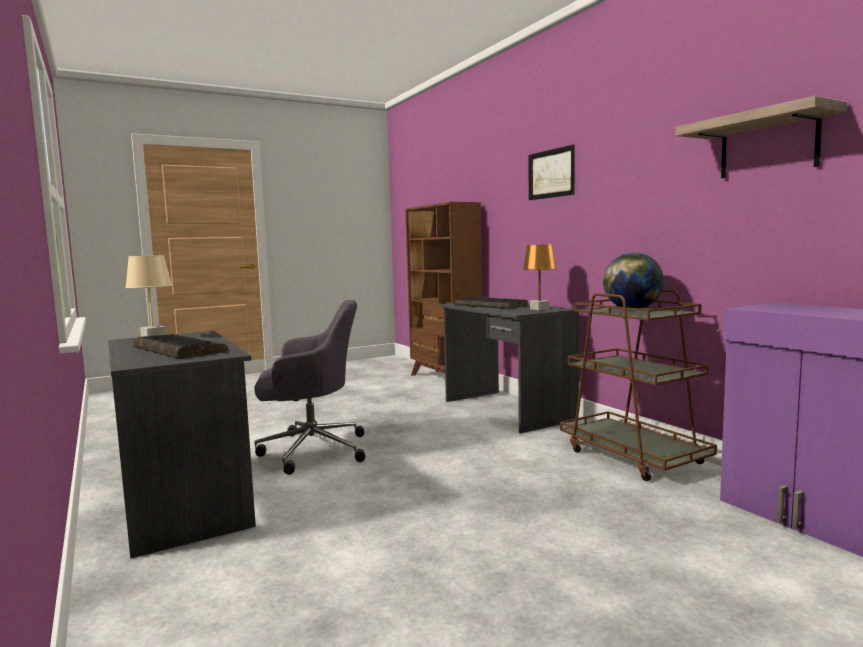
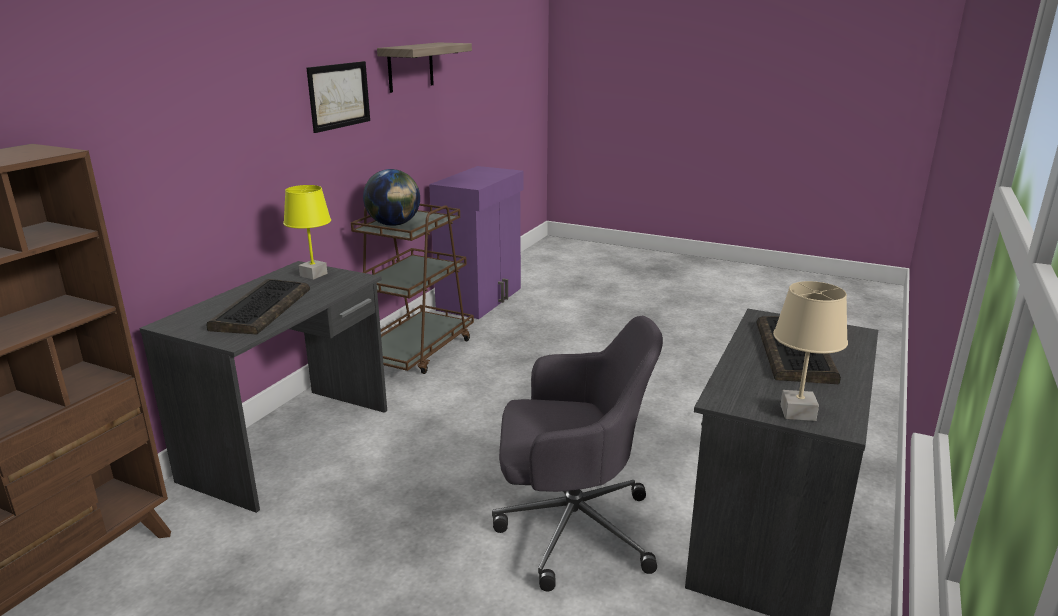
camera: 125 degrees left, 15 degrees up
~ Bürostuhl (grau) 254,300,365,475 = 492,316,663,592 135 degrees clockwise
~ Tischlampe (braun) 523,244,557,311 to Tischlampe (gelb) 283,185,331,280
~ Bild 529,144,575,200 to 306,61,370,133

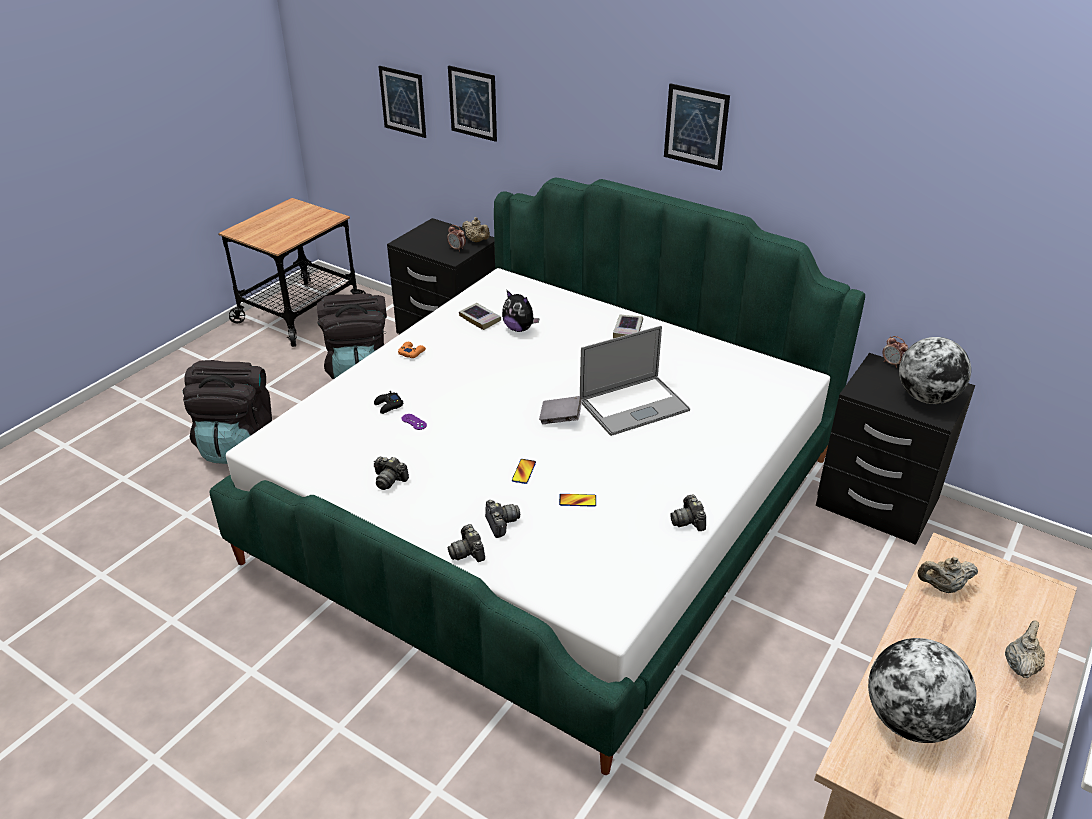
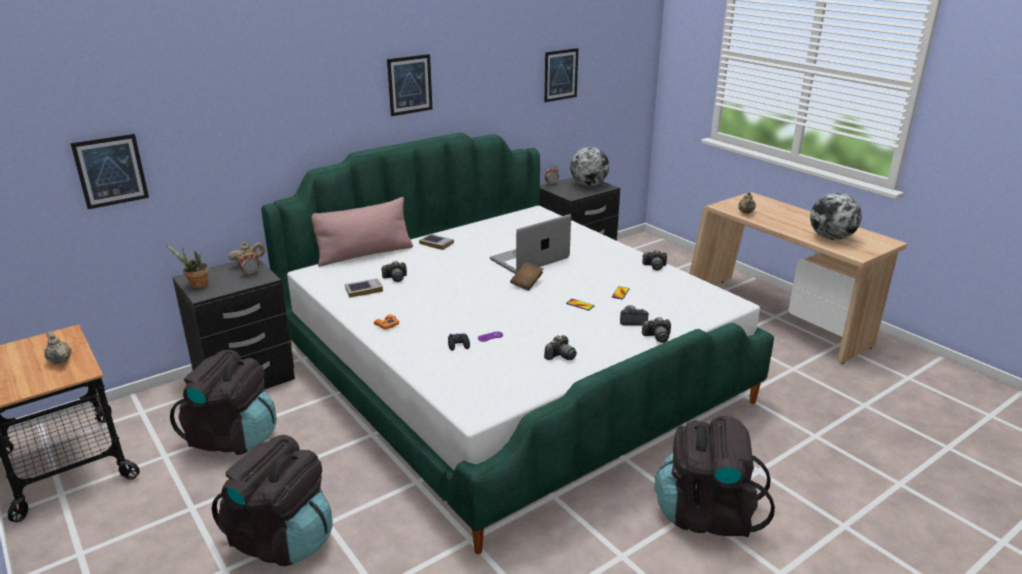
camera: 70 degrees left, 10 degrees down
~ Bild 448,66,497,142 to 544,48,579,102
~ Plüschtier 502,290,540,332 to Kamera 381,261,407,282
~ Buch (grau) 539,396,582,424 to Buch (braun) 510,262,543,291
~ Laptop 580,326,690,436 = 490,214,571,274 120 degrees counterclockwise
~ Teekanne (beige) 1005,620,1045,678 to 44,331,72,364
+ Topfpflanze 165,244,209,289
+ Kissen (rosa) 312,197,413,267
+ Rucksack (schwarz) 654,416,775,537

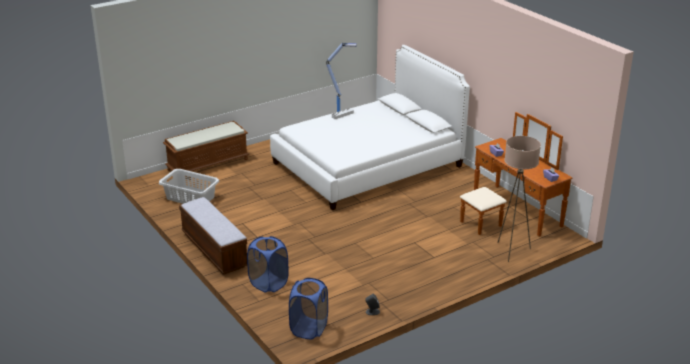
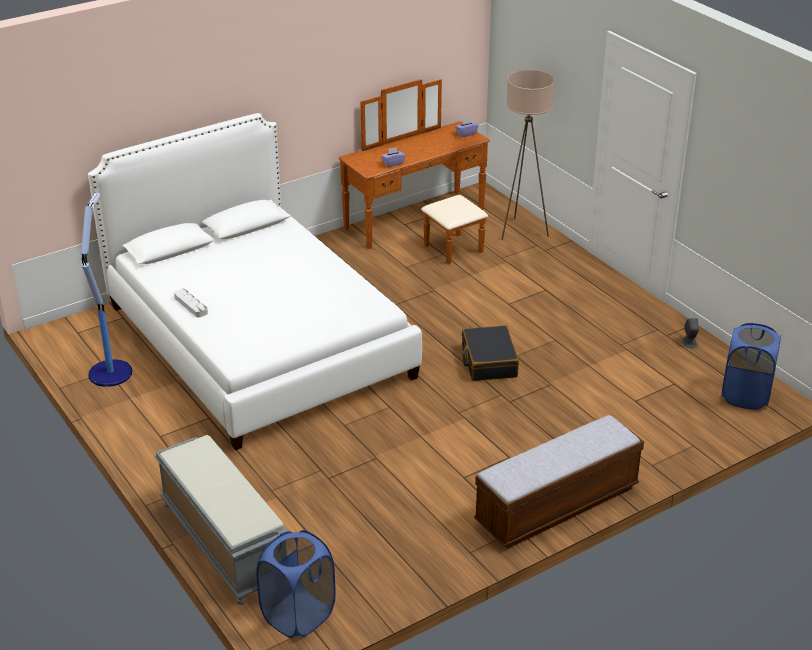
camera: 90 degrees left, 5 degrees up
- Wäschekorb (grau) 159,169,219,204
~ Bank (braun) 163,121,249,171 to Bank (grau) 154,435,288,605
~ Wäschekorb (blau) 247,236,289,293 to 256,530,336,638
+ Koffer (schwarz) 462,325,519,381

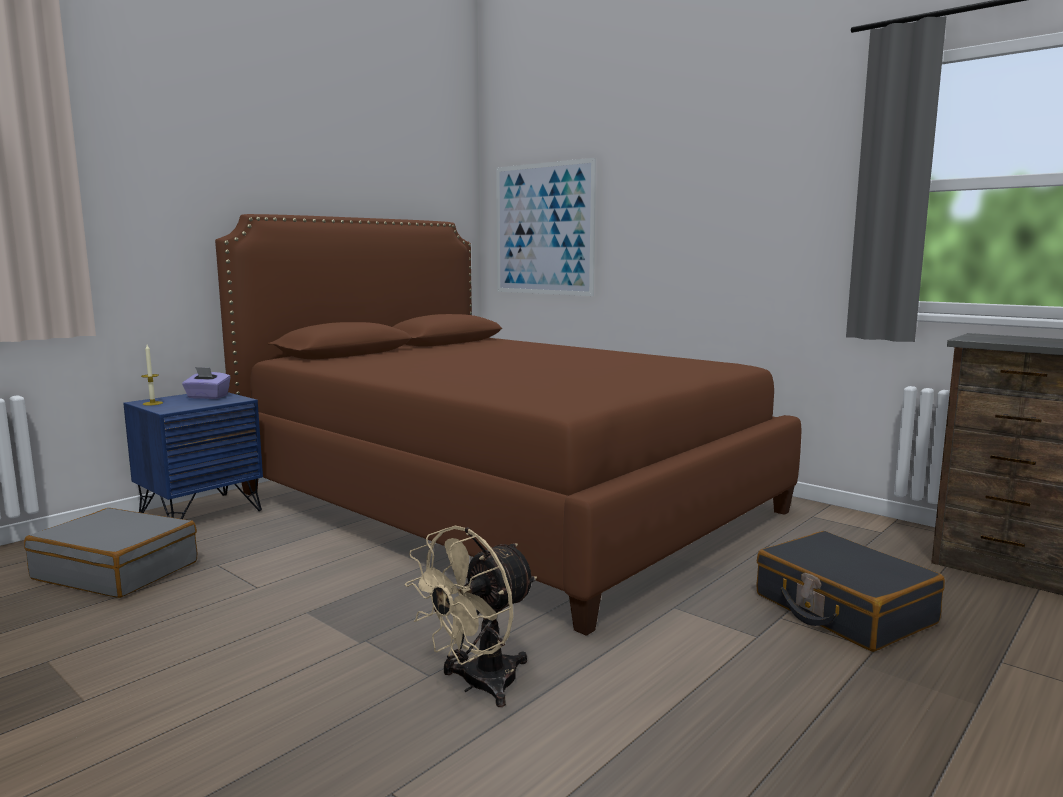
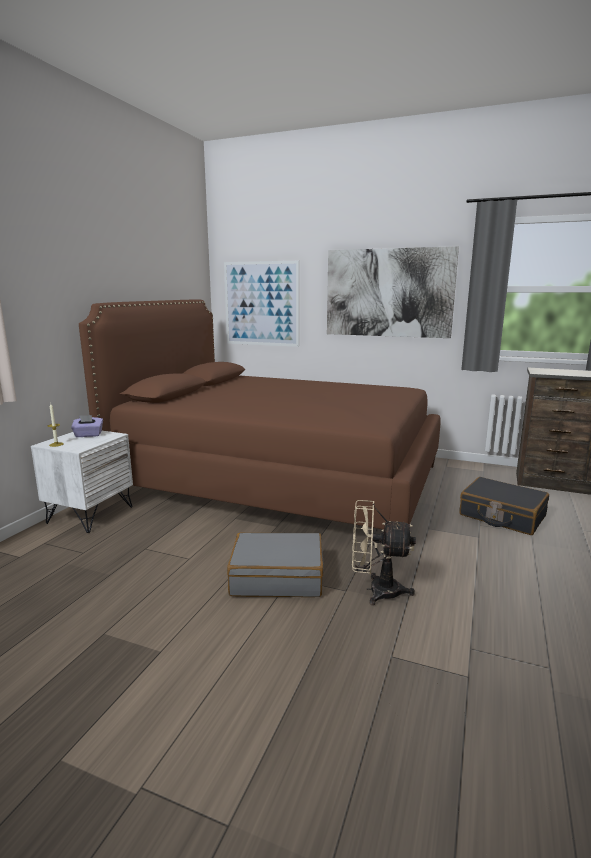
camera: 20 degrees left, 5 degrees up
~ Koffer (grau) 24,508,197,598 to 227,533,323,597
~ Nachttisch (blau) 123,392,263,519 to Nachttisch (weiß) 31,431,133,533
~ Ventilator (beige) 405,525,537,707 = 352,500,416,605 75 degrees clockwise
+ Bild 327,246,459,338

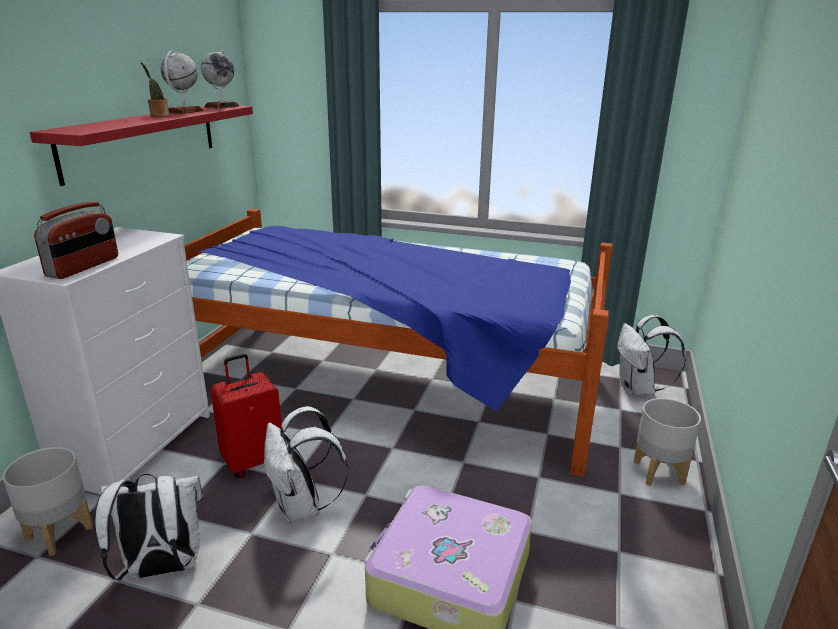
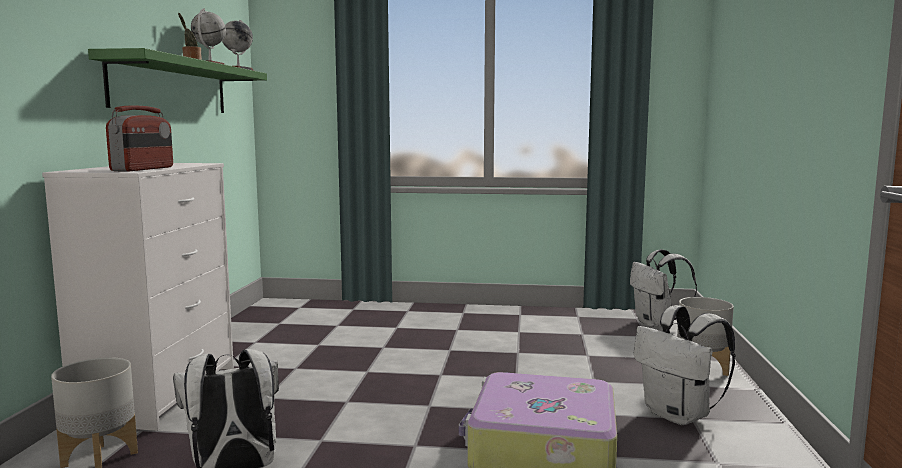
camera: 10 degrees left, 15 degrees down
~ Wandregal (rot) 30,106,253,186 to Wandregal (grün) 88,48,267,113
- Bett 184,209,613,477
- Koffer (rot) 210,354,282,478
~ Rucksack (weiß) 264,406,348,523 to 634,305,736,425

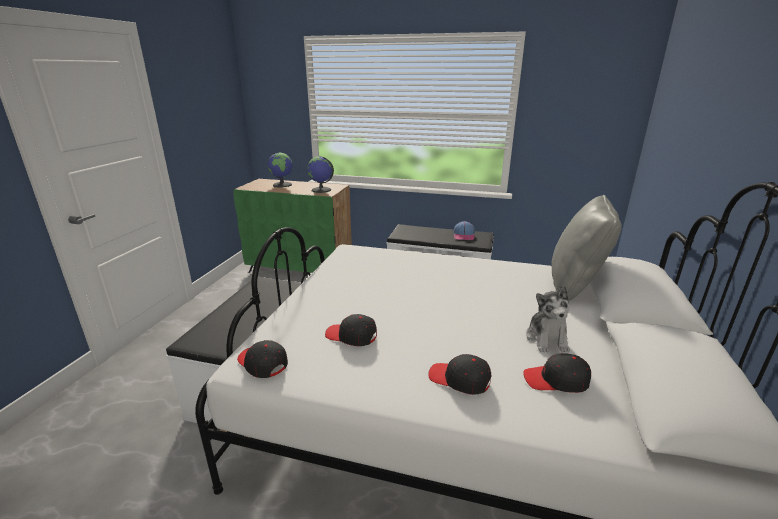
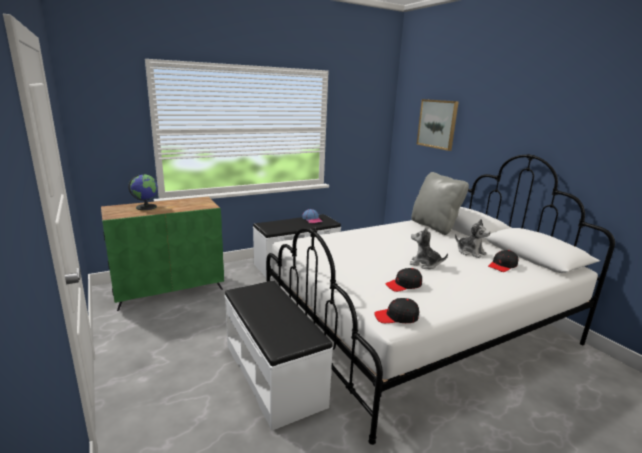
camera: 45 degrees left, 5 degrees down
- Globus 307,156,334,193
- Kappe (schwarz) 428,354,492,395
+ Plüschtier 410,227,448,269
+ Bild 417,99,459,151

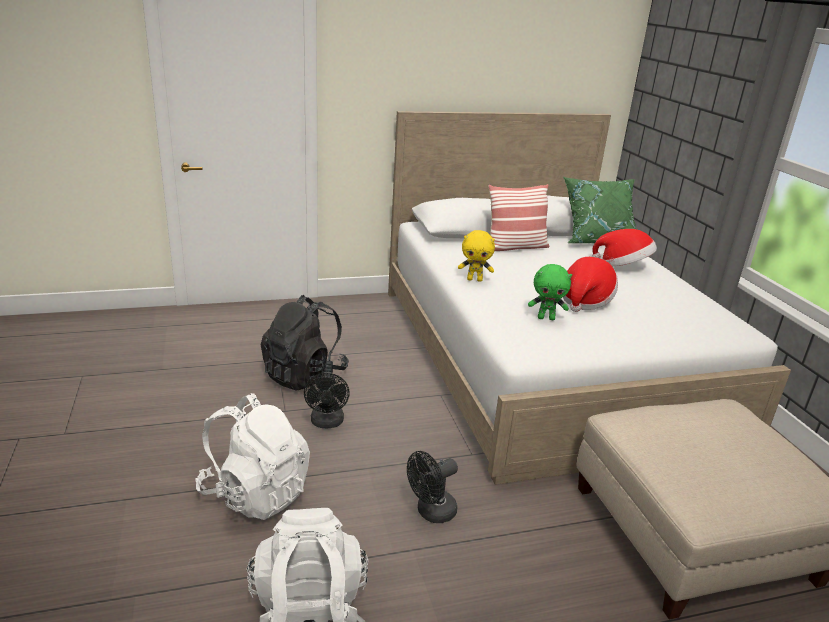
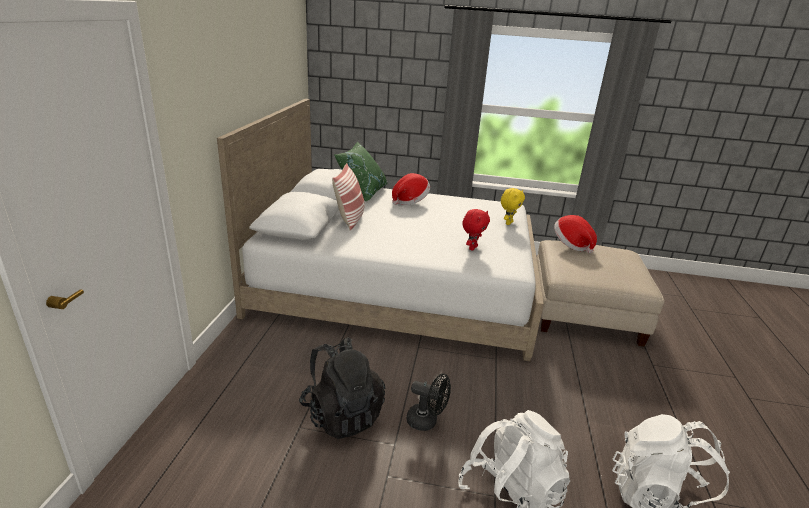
camera: 65 degrees left, 0 degrees up
- Ventilator (schwarz) 407,451,458,523
~ Plüschtier (gelb) 458,230,495,282 to 501,188,525,225
~ Plüschtier (grün) 528,264,572,320 to Plüschtier (rot) 462,209,490,251
~ Hut 563,257,618,312 to 554,215,597,253

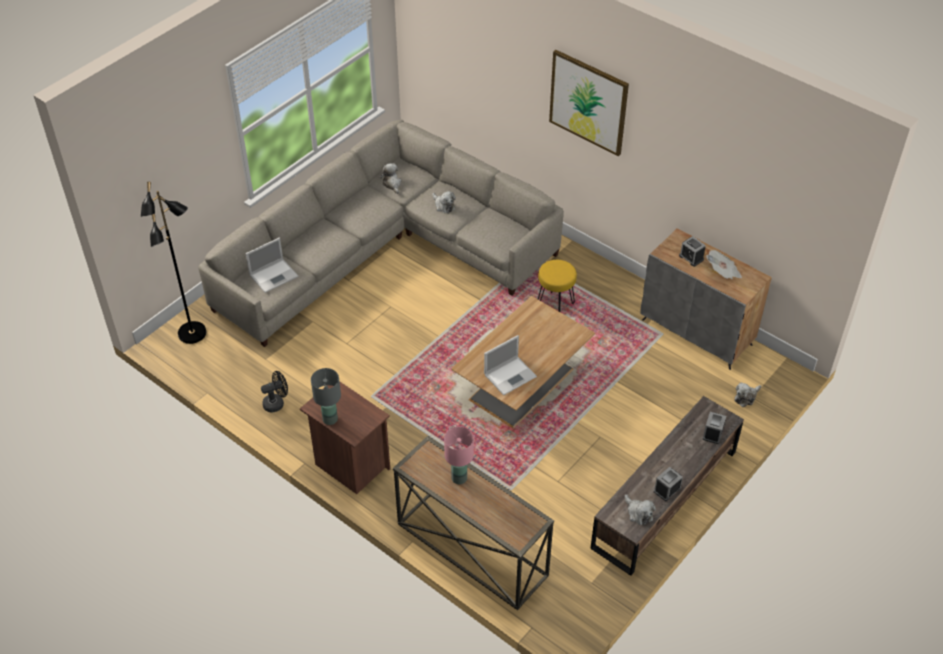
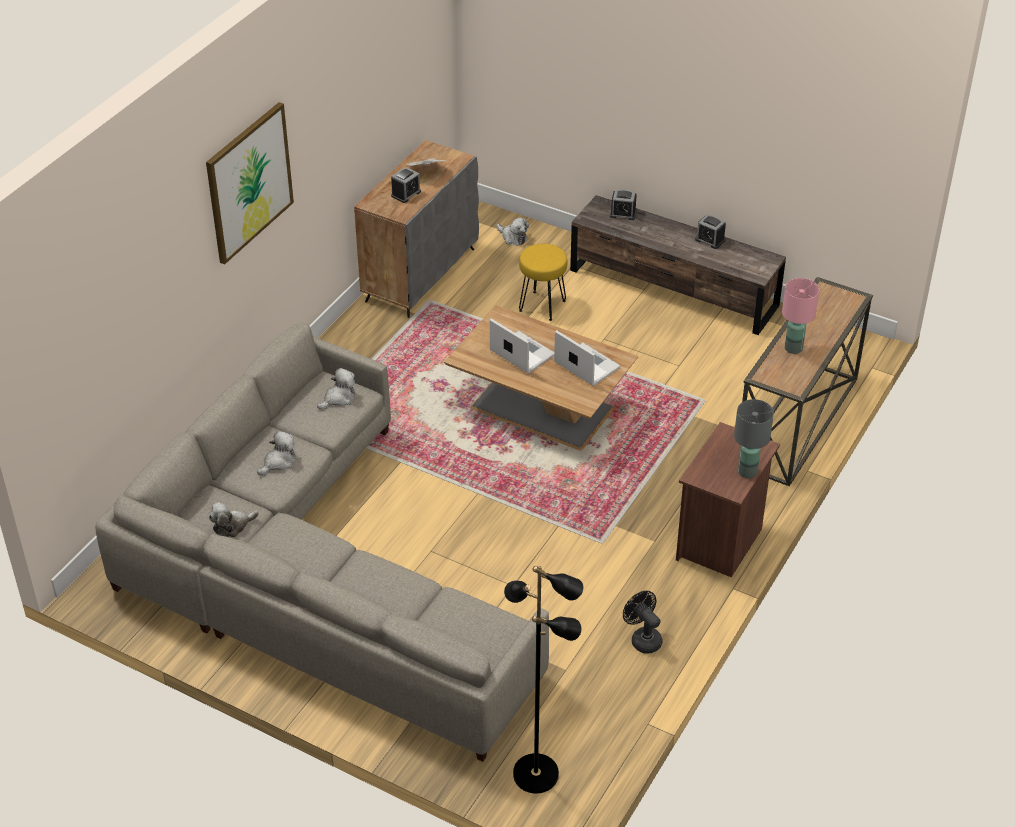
camera: 100 degrees left, 5 degrees down
~ Laptop 246,238,298,293 to 490,319,554,373
~ Hocker (gelb) 538,260,577,312 to 519,244,568,321
~ Plüschtier 625,494,656,525 to 317,368,355,410

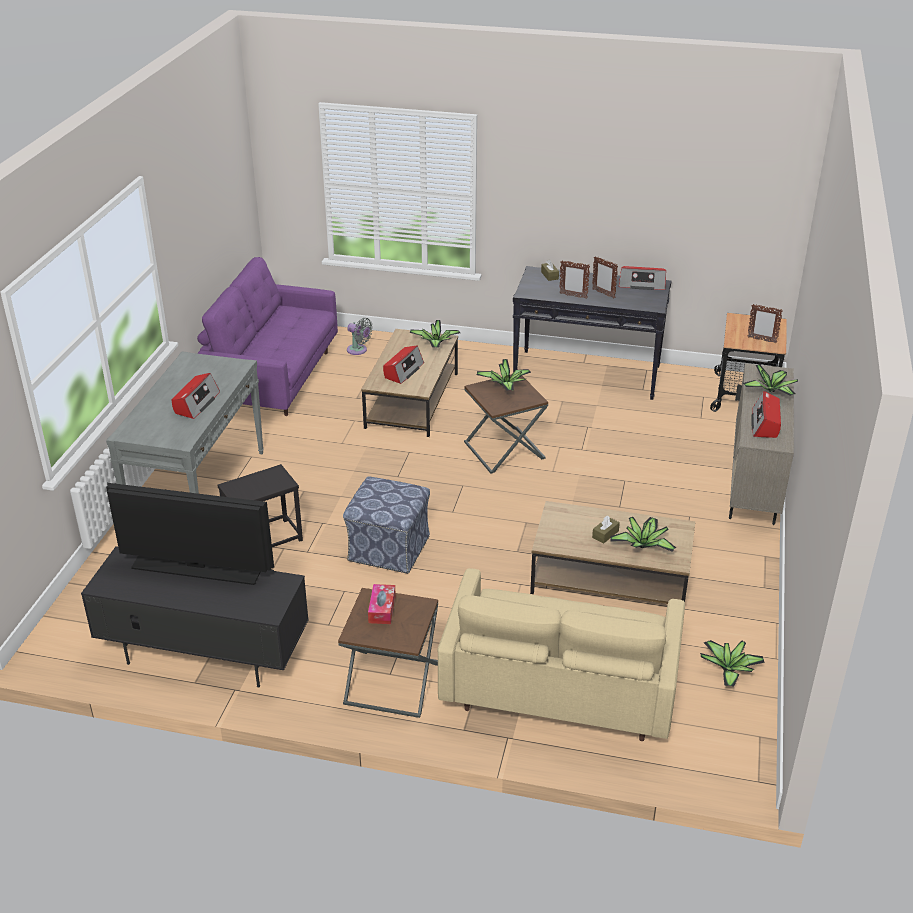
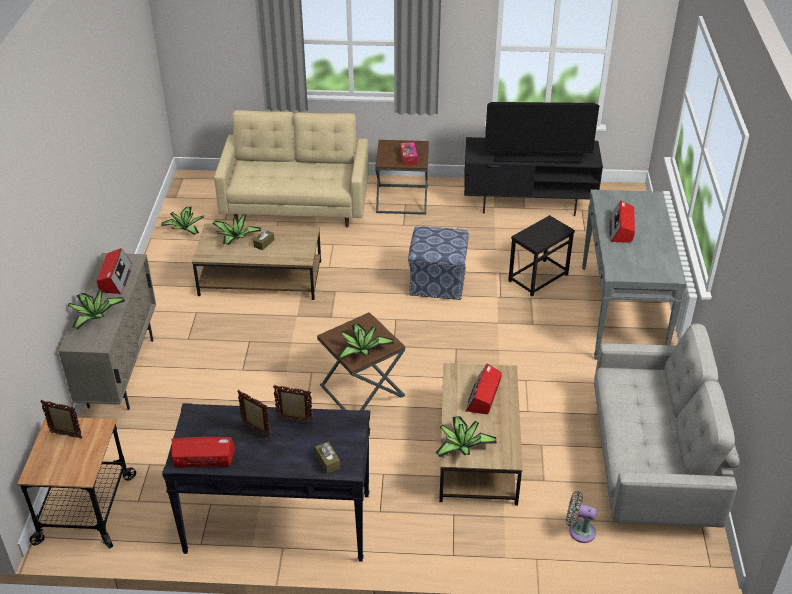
camera: 170 degrees right, 5 degrees up
~ Sofa (lila) 197,257,338,416 to Sofa (grau) 594,323,740,528

